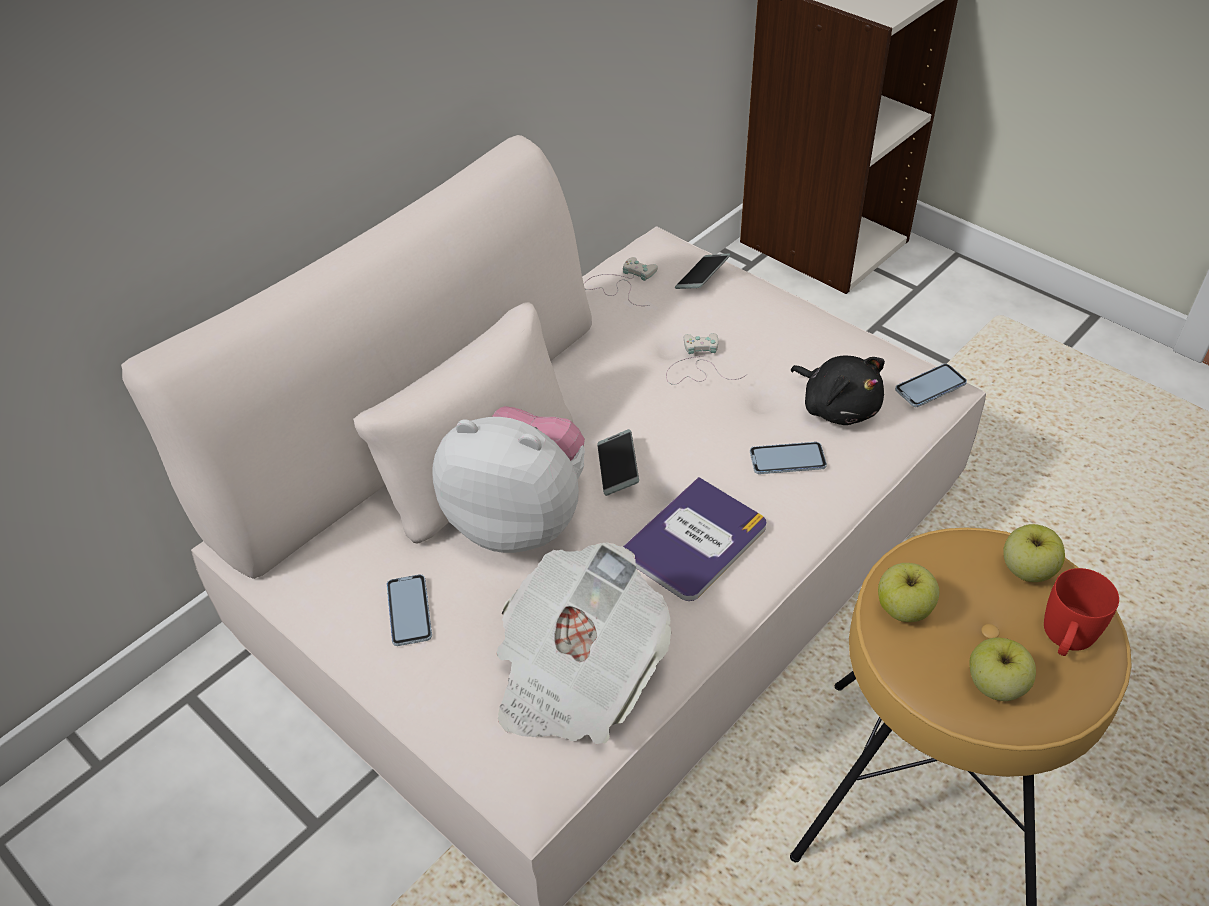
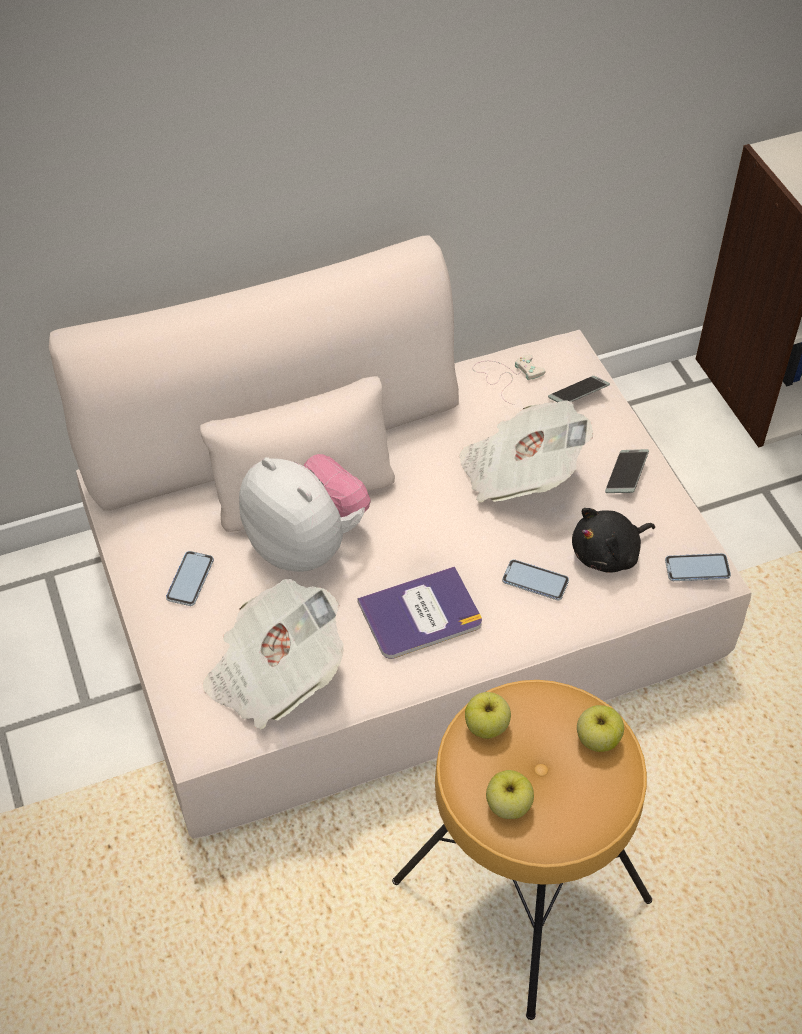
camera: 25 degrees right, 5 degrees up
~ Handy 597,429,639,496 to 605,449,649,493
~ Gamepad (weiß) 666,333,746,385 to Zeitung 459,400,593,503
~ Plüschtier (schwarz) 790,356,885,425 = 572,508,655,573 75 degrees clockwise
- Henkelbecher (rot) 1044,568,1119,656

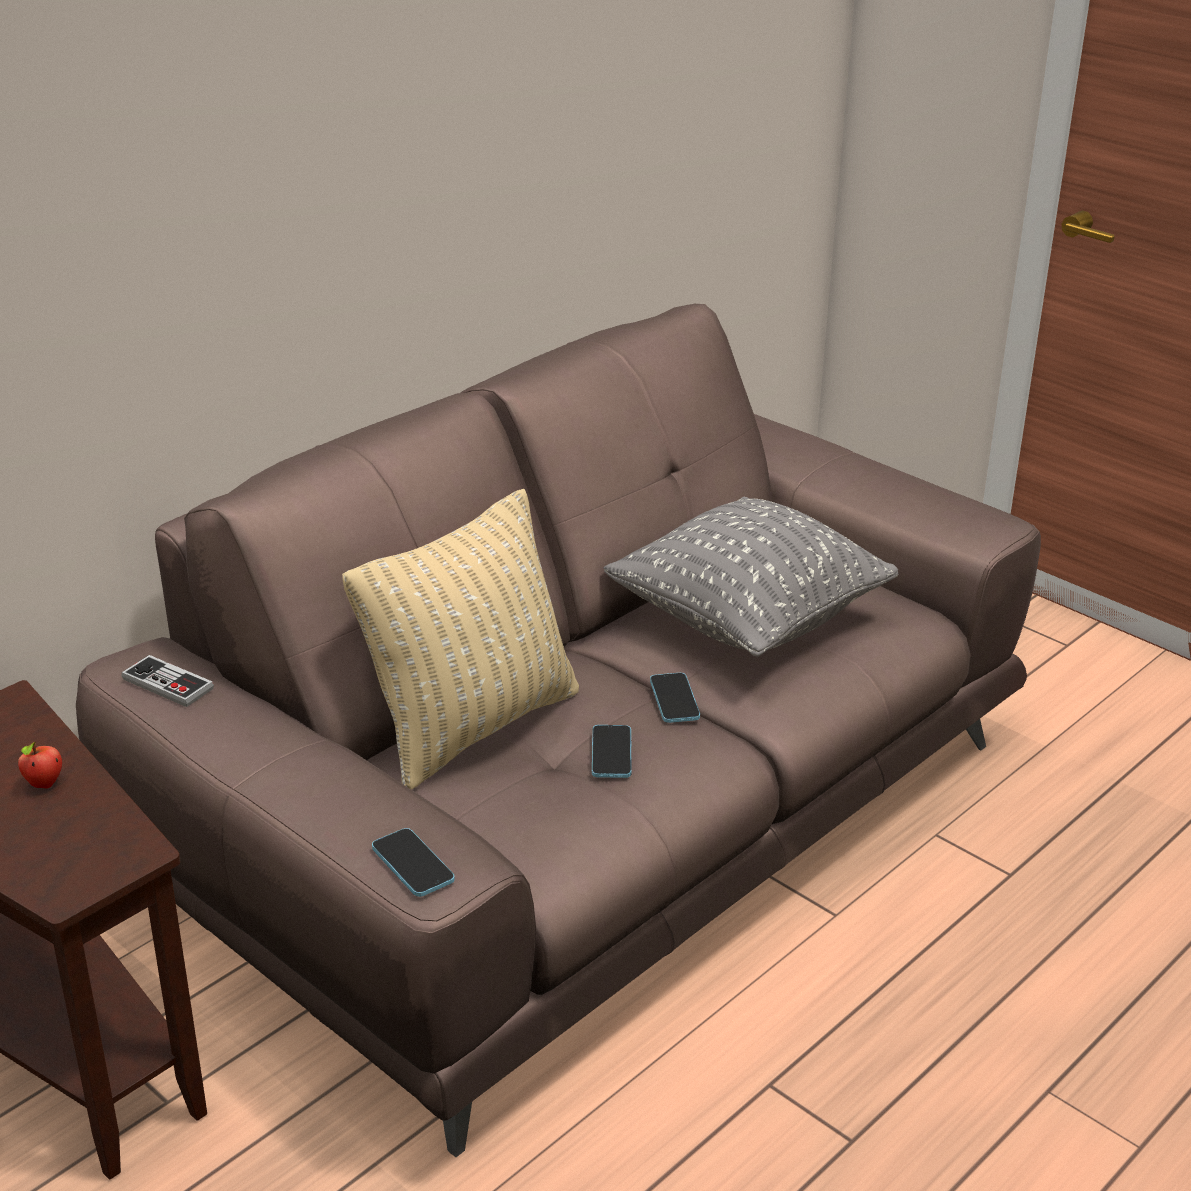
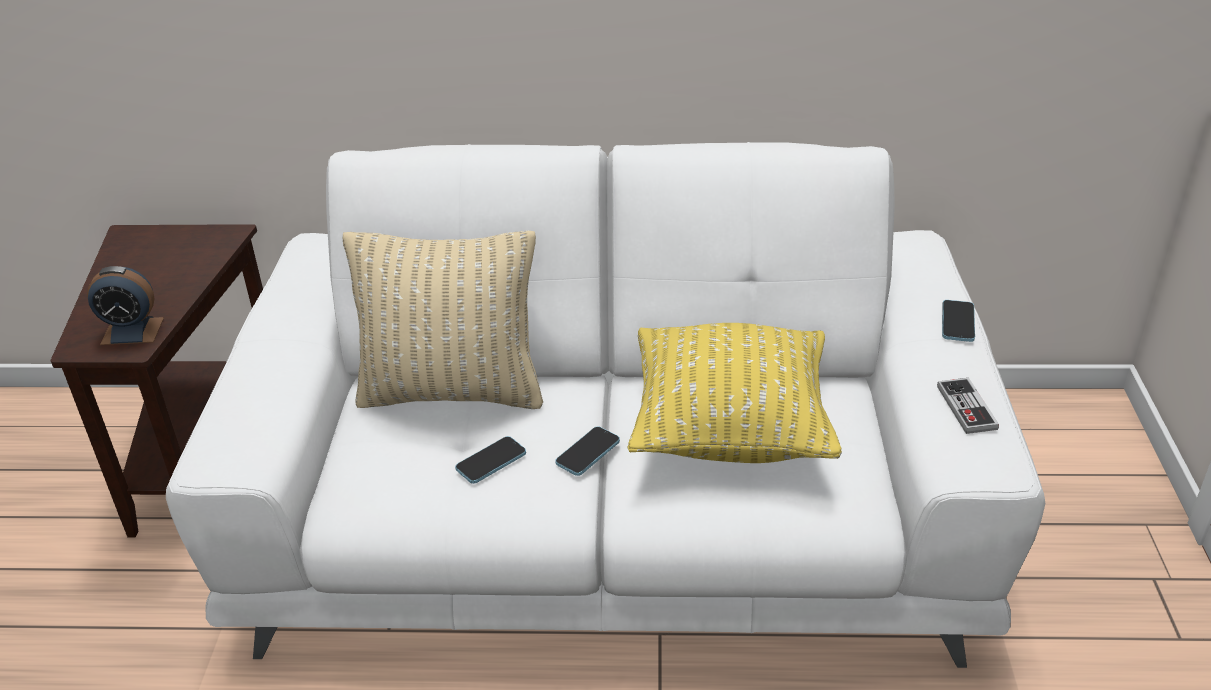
camera: 50 degrees right, 5 degrees up
- Apfel 18,742,62,789
~ Sofa (braun) 76,304,1041,1157 to Sofa (weiß) 166,142,1045,668
~ Gamepad 122,655,214,707 to 937,378,999,434
~ Handy 372,828,455,897 to 942,300,975,342
~ Kissen (grau) 604,497,899,657 to Kissen (gelb) 627,323,842,463
+ Wecker 87,266,164,345

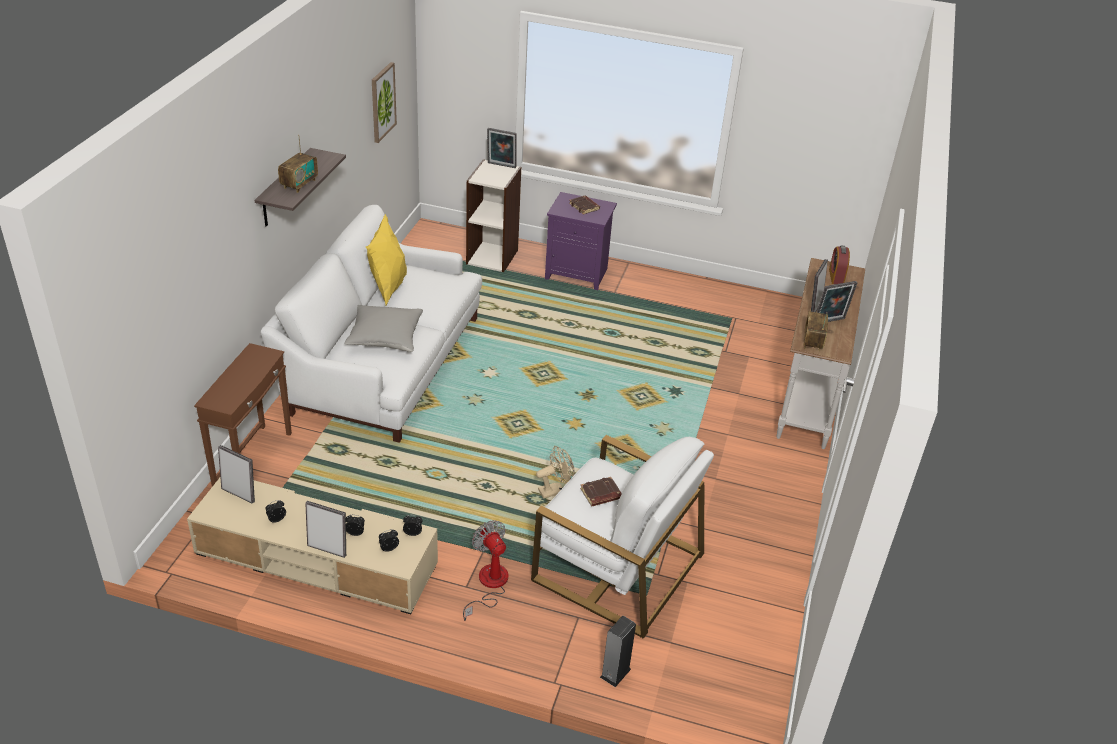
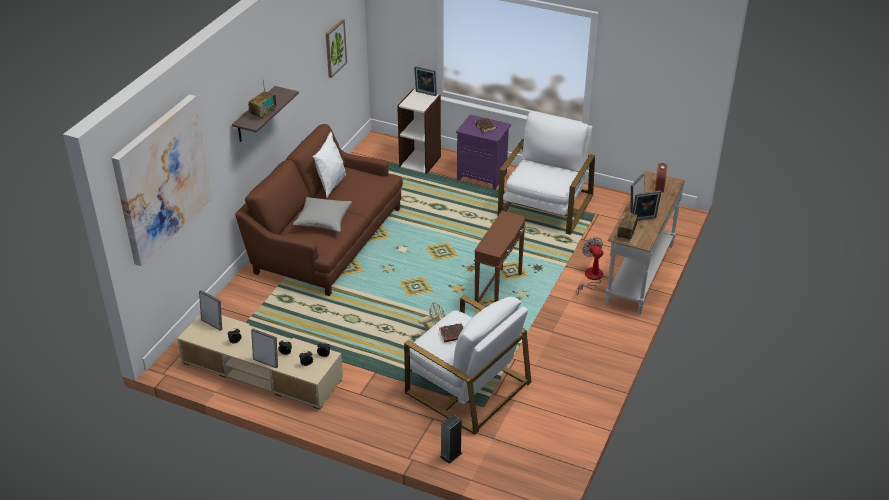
camera: 10 degrees right, 0 degrees up
~ Beistelltisch (braun) 194,343,292,487 to 474,211,526,303
~ Sofa (weiß) 261,205,482,443 to Sofa (braun) 235,124,403,296
~ Kissen (gelb) 366,214,407,306 to Kissen (weiß) 313,132,346,198
~ Ventilator 463,520,508,621 to 576,237,604,295
+ Bild 112,94,212,266
+ Sessel (weiß) 498,111,595,235

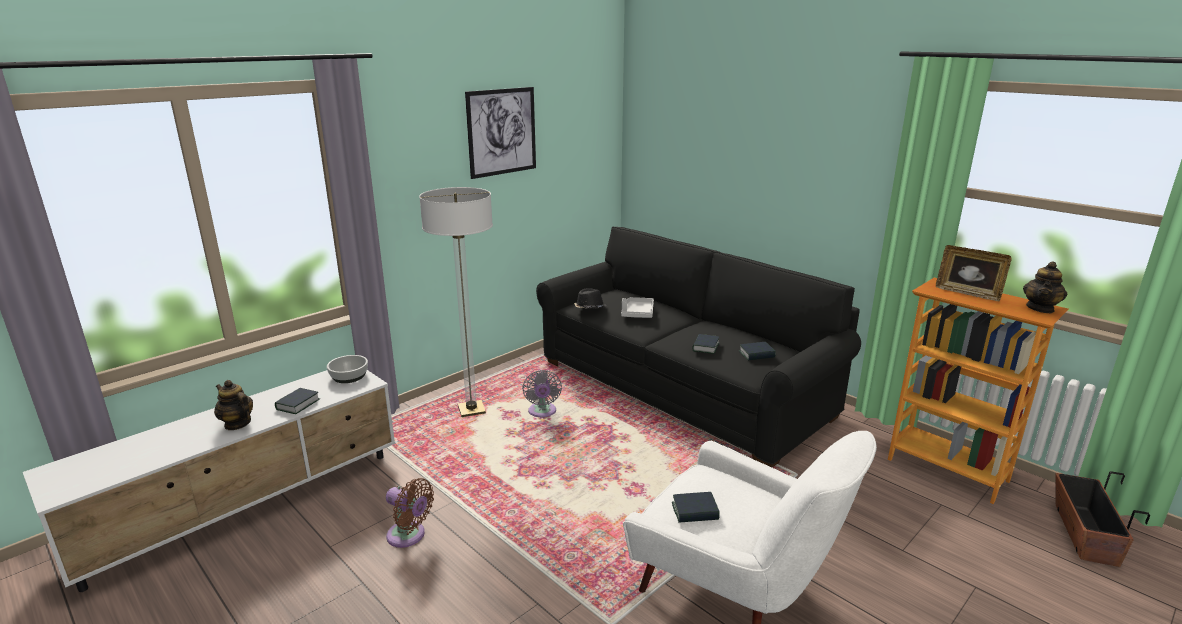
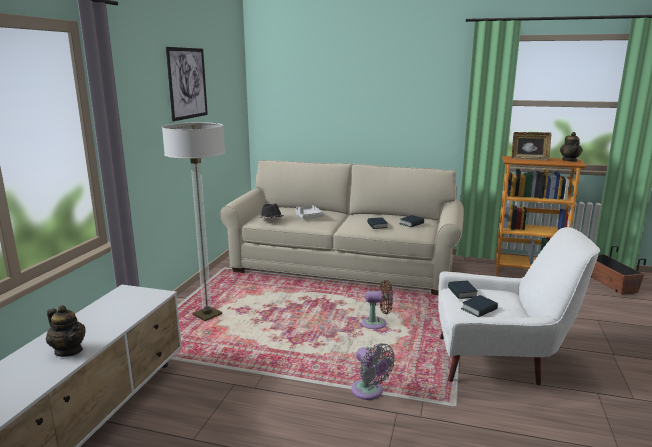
camera: 30 degrees left, 5 degrees down
~ Teekanne 214,380,253,430 = 46,305,86,357 150 degrees counterclockwise
~ Buch 275,388,320,414 to 448,281,478,299
- Schüssel 327,355,368,383
~ Ventilator (braun) 386,478,434,548 to 362,280,393,329
~ Ventilator (grau) 522,370,562,417 to 352,343,395,400
~ Sofa (schwarz) 536,227,861,467 to Sofa (beige) 220,160,464,295

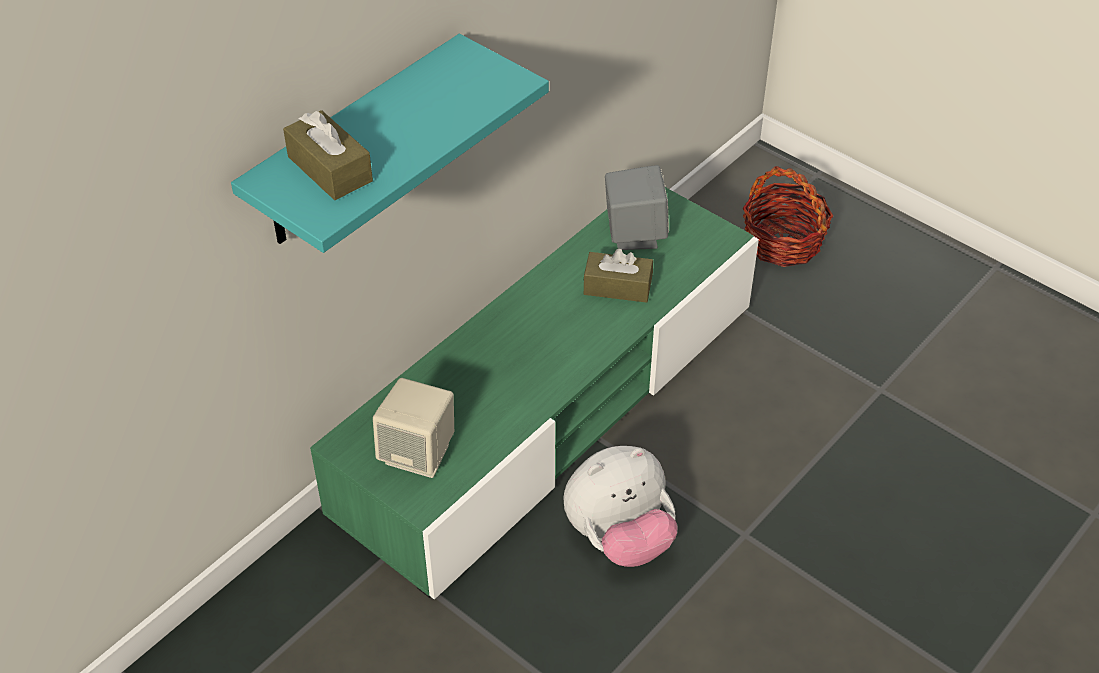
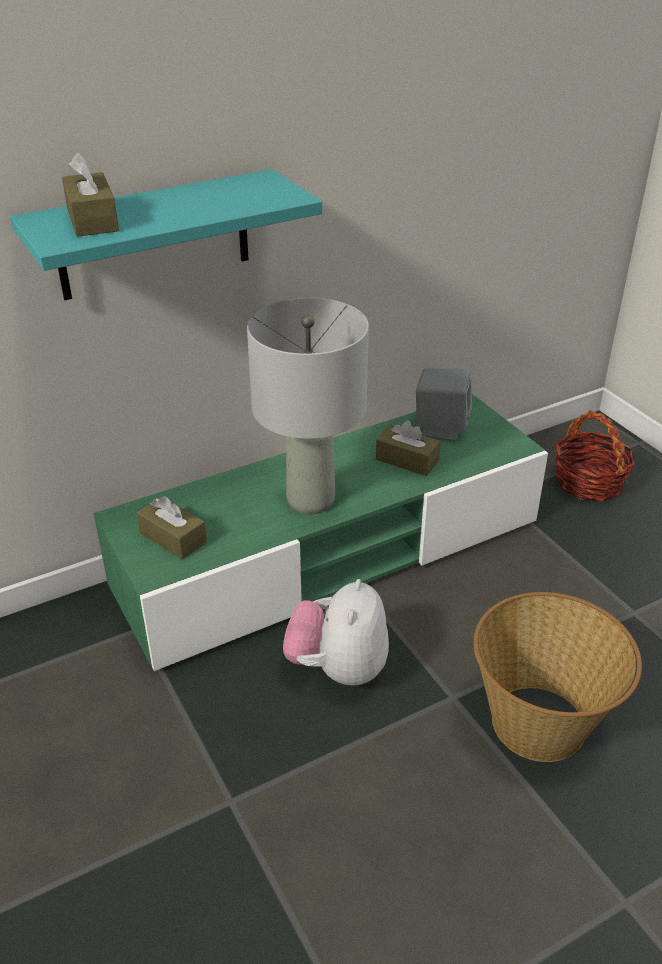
camera: 20 degrees right, 10 degrees down
~ Lautsprecher (beige) 373,378,454,478 to Taschentuchbox (braun) 137,496,207,560
~ Plüschtier 564,446,677,567 = 283,579,389,686 105 degrees clockwise
+ Tischlampe (grau) 247,298,369,514
+ Korb 473,592,642,762

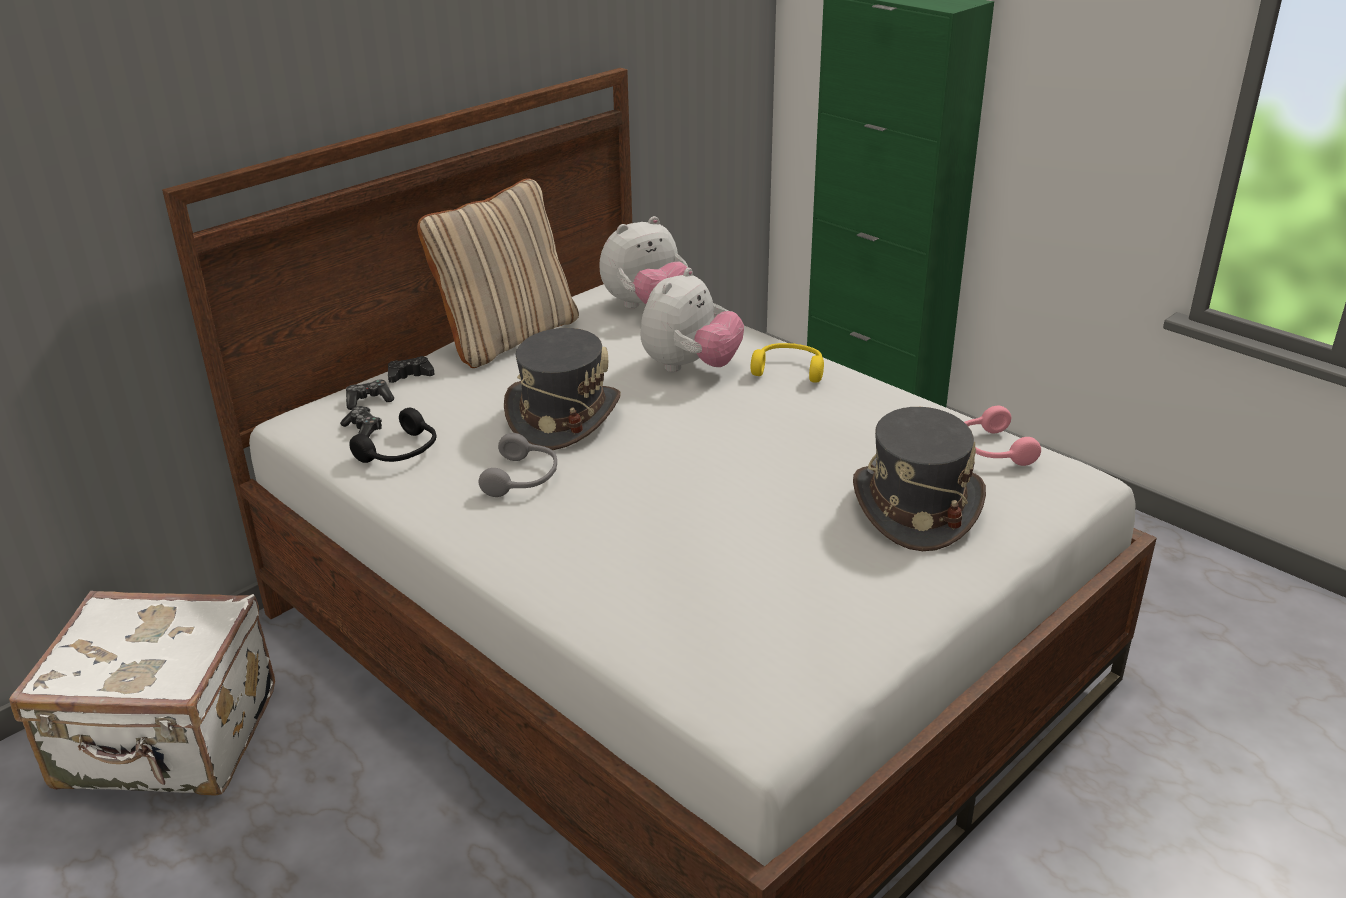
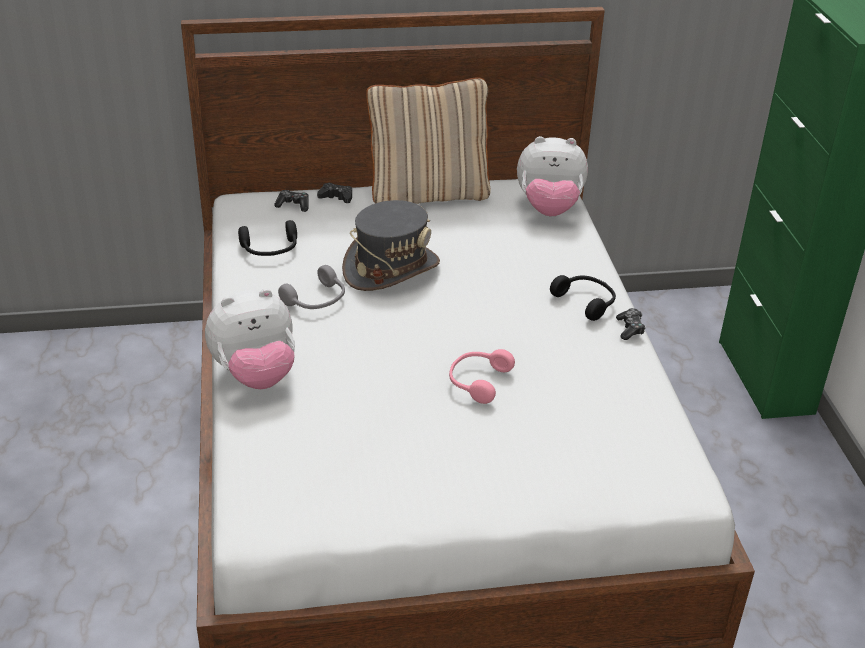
camera: 35 degrees right, 5 degrees up
- Koffer (weiß) 9,591,275,796
~ Gamepad 340,406,382,437 to 616,308,646,340
~ Plüschtier 640,268,744,372 to 205,289,295,389
~ Kopfhörer (gelb) 750,343,824,383 to Kopfhörer (schwarz) 550,275,616,321
- Hut (grau) 853,407,986,551
~ Kopfhörer (rosa) 964,406,1041,466 to 449,349,515,404

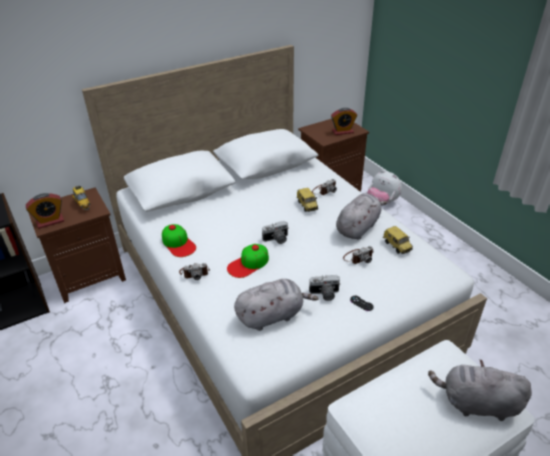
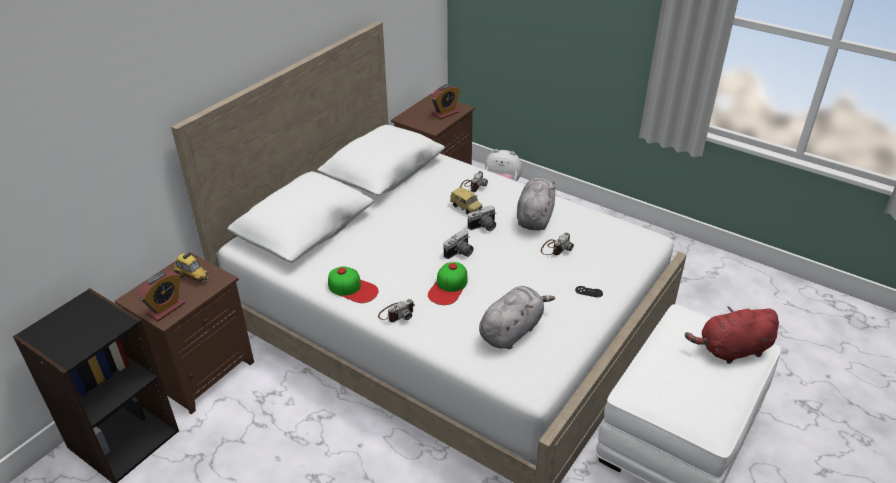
camera: 25 degrees left, 0 degrees up
~ Kamera 309,275,341,301 to 468,205,496,231
- Spielzeugauto 383,226,413,254
~ Plüschtier (grau) 428,359,532,421 to Plüschtier (rot) 685,306,779,364

